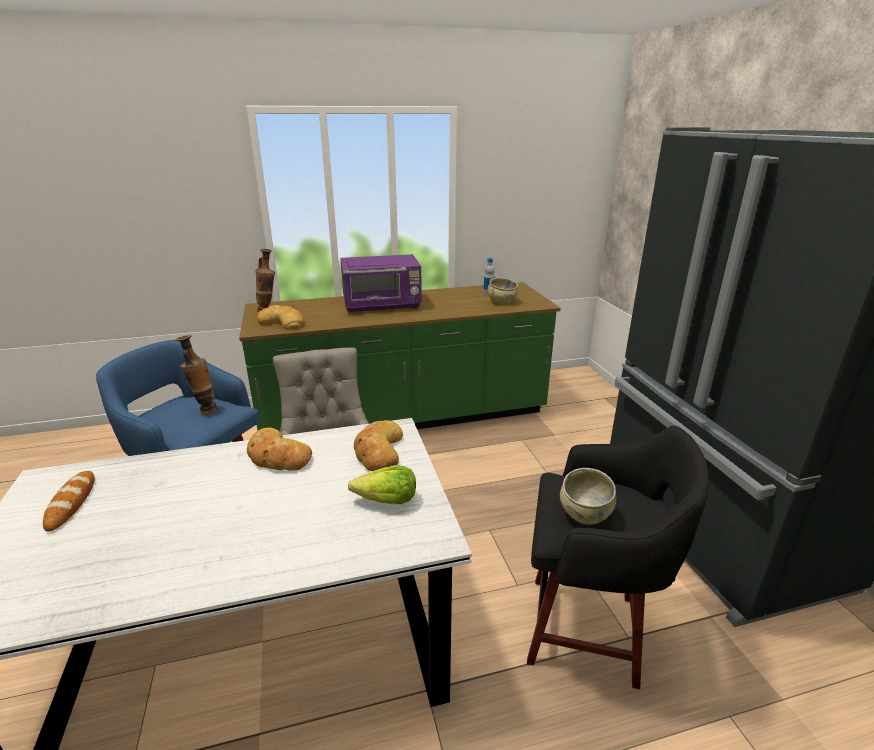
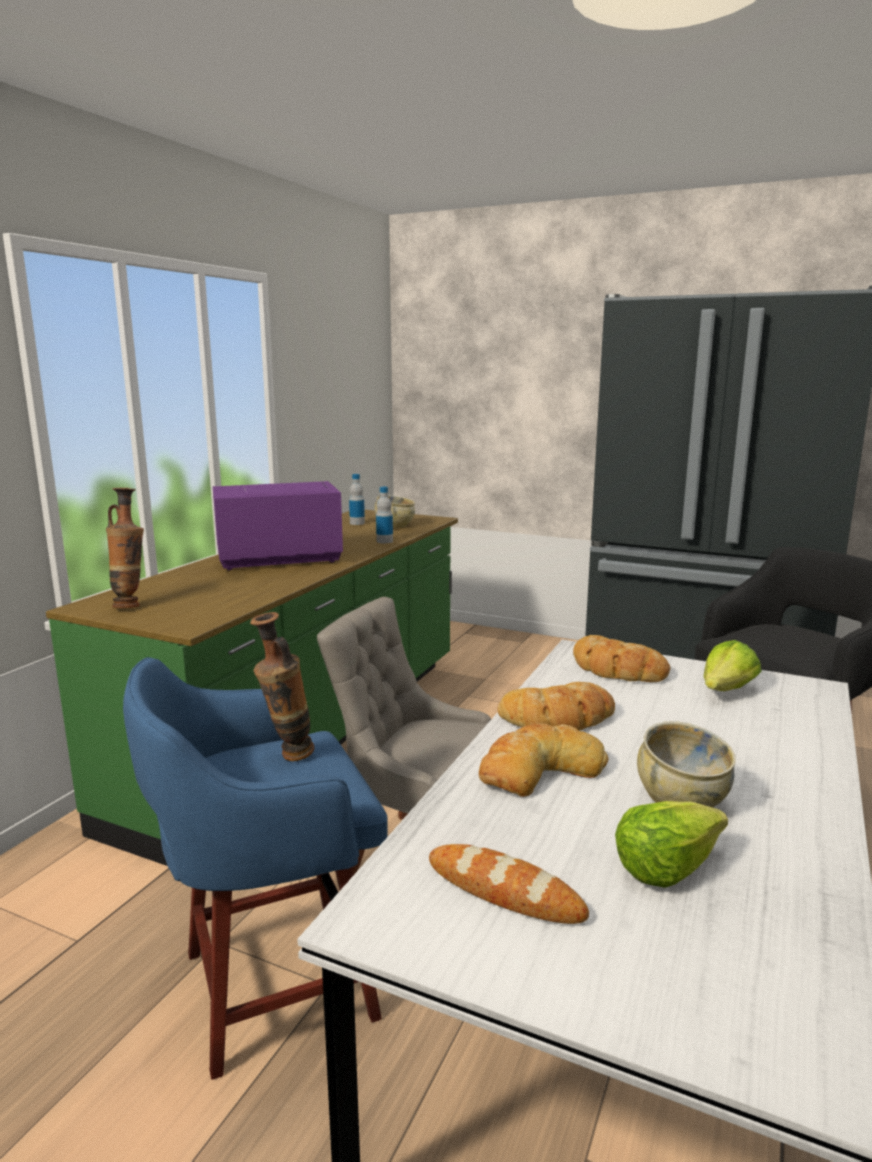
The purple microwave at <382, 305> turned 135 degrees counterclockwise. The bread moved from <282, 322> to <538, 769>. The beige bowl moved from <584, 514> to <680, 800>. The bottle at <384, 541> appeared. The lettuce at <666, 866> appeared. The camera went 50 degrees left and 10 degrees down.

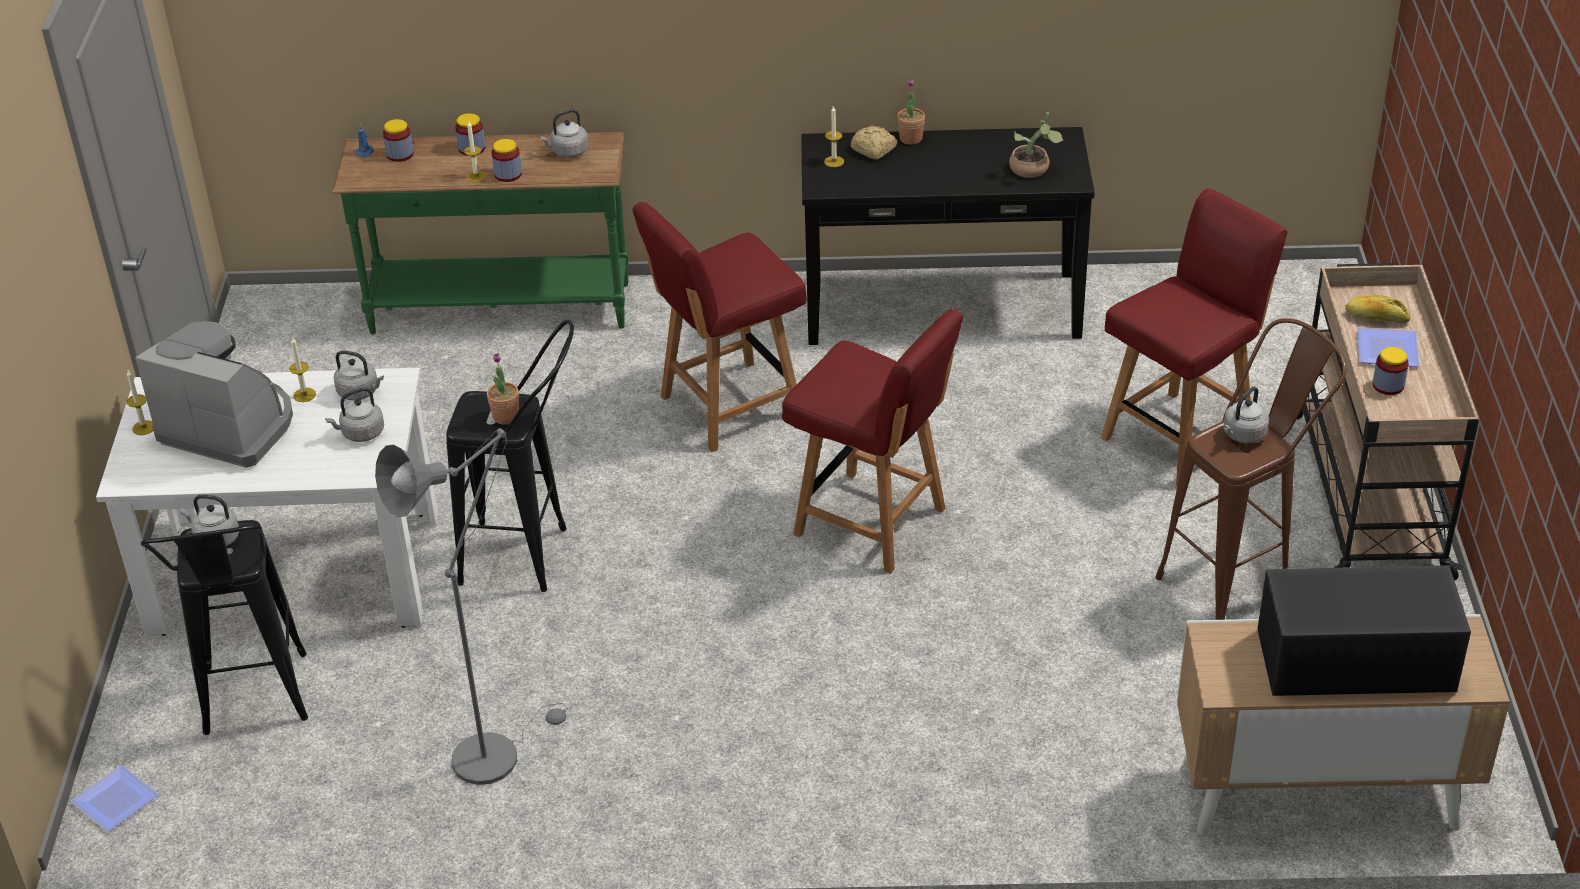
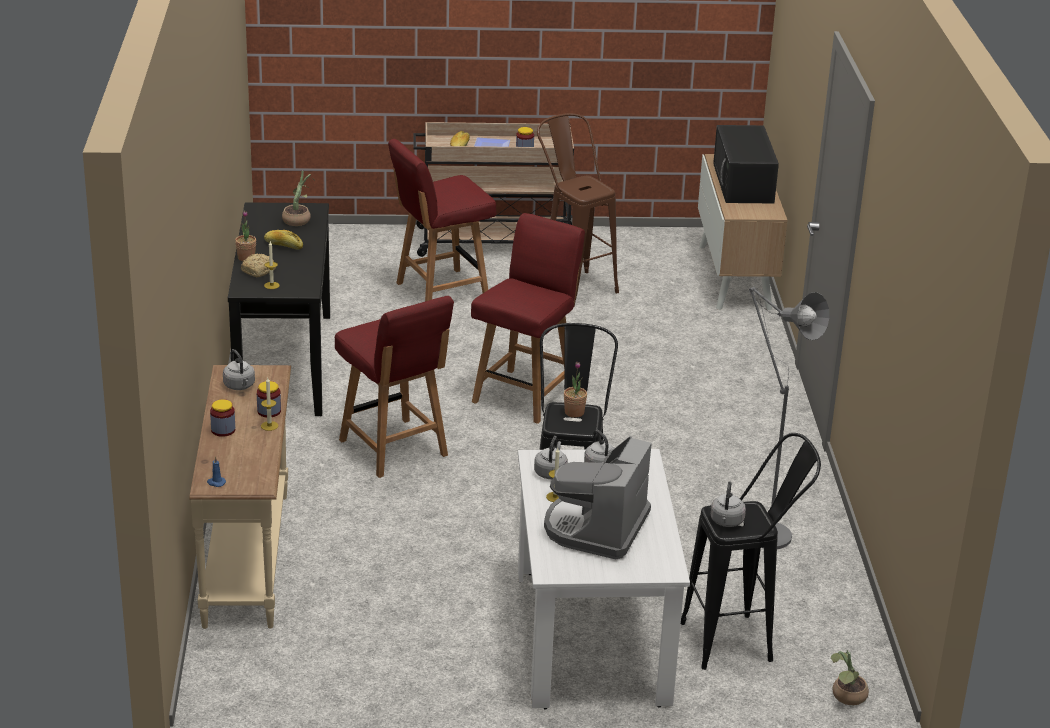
The jar at <400, 154> disappeared. The green console table at <500, 310> became the beige console table at <249, 559>. The red chair at <1180, 438> turned 75 degrees counterclockwise. The candle at <144, 427> disappeared. The grey kettle at <1243, 435> disappeared. The plate at <112, 801> was replaced by the potted plant at <846, 697>. The bread at <283, 245> appeared. The camera went 95 degrees left and 10 degrees down.

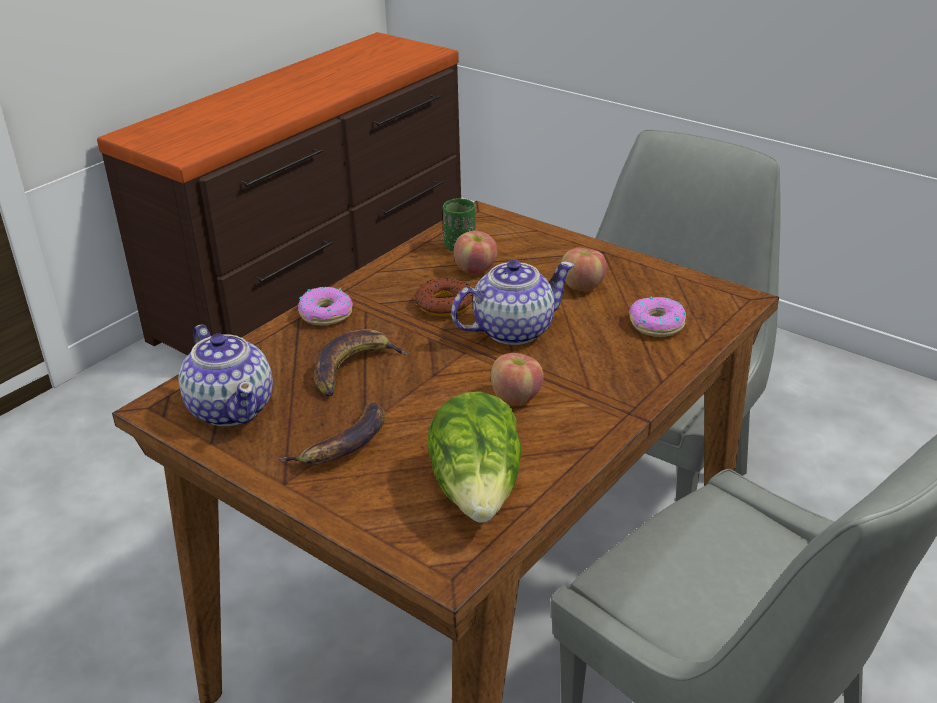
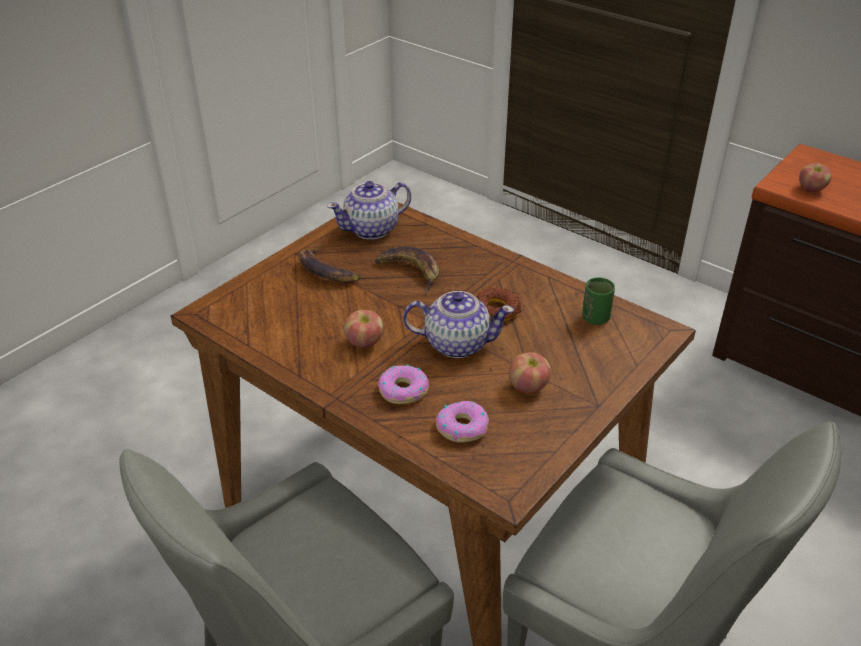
The apple moved from <475, 269> to <811, 189>. The teapot at <512, 330> turned 60 degrees counterclockwise. The donut moved from <326, 314> to <403, 391>. The lettuce at <478, 489> disappeared. The camera went 90 degrees right and 5 degrees up.

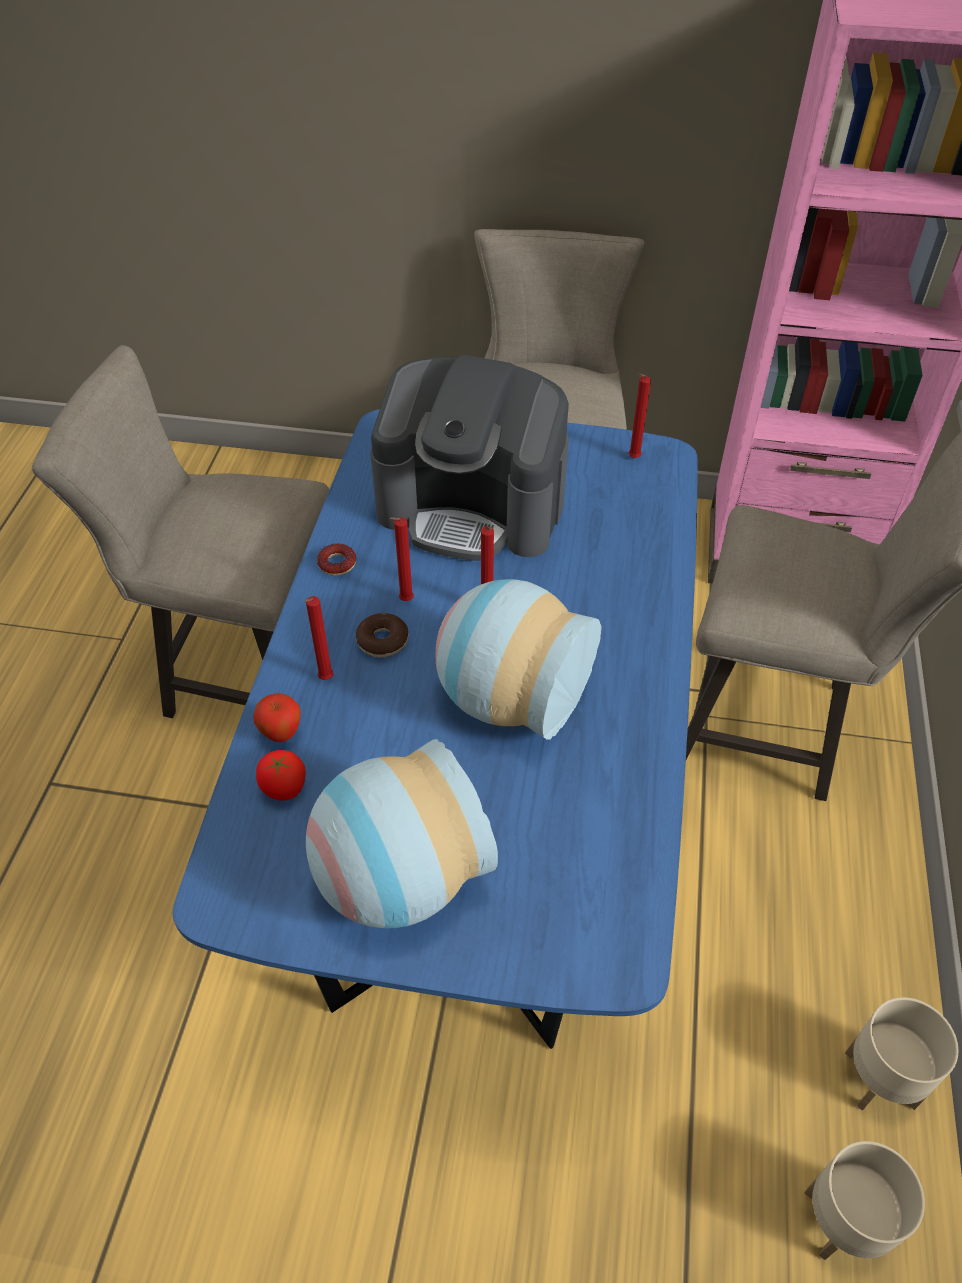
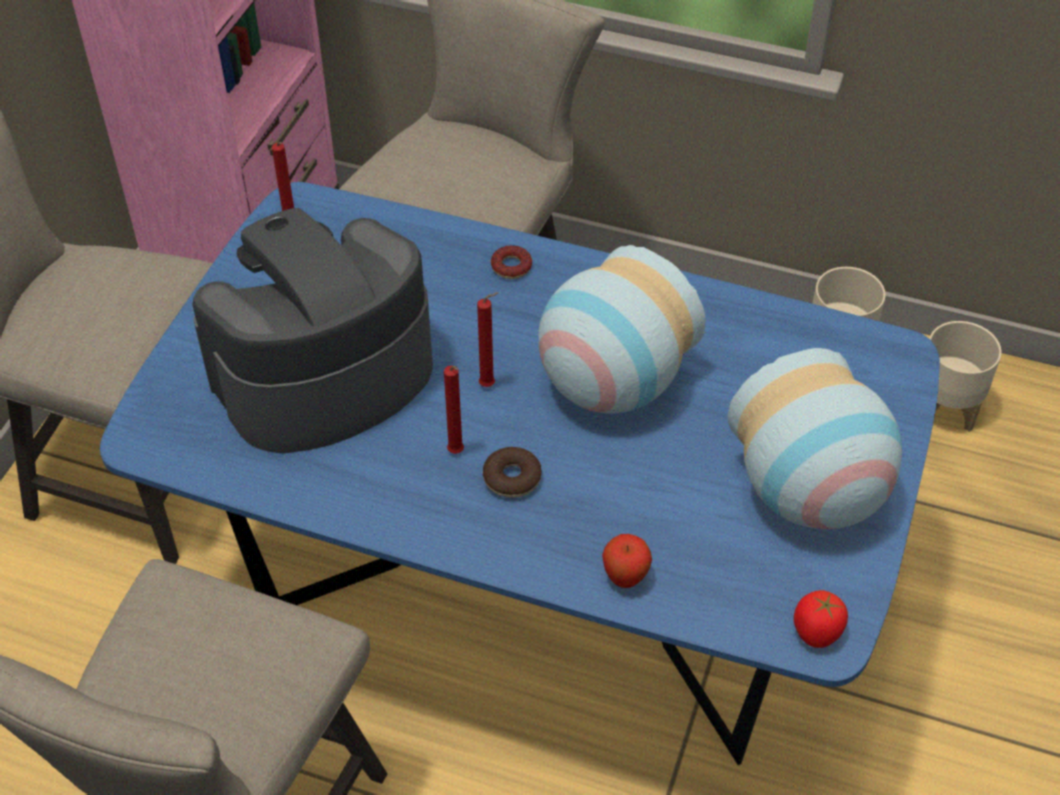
The coffee machine at <473, 506> turned 150 degrees counterclockwise. The donut moved from <337, 563> to <511, 266>. The red candle at <324, 680> disappeared. The tomato moved from <283, 788> to <816, 633>. The camera went 80 degrees left and 0 degrees up.

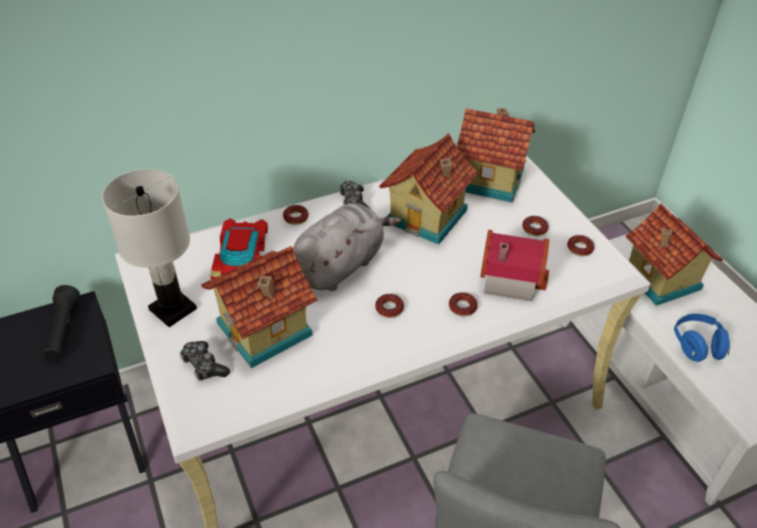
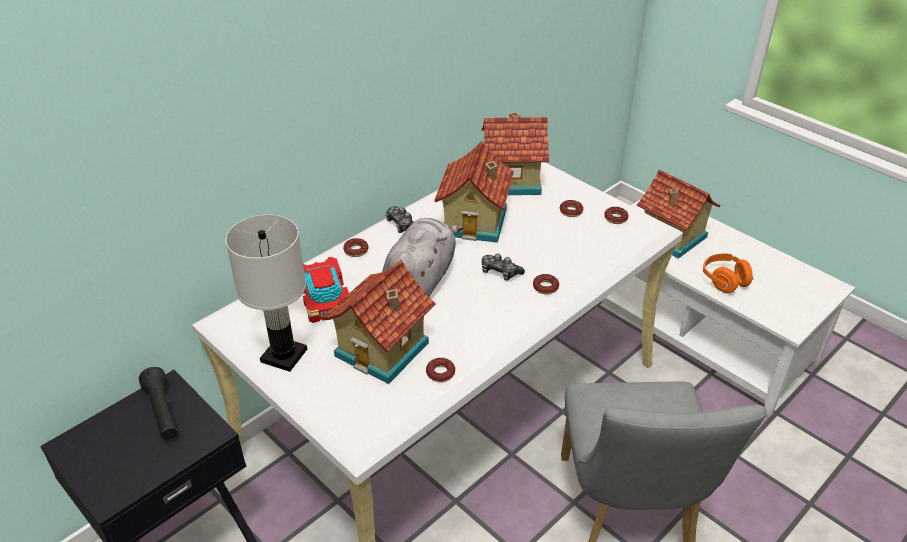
The toy house at <509, 277> disappeared. The donut moved from <389, 308> to <440, 373>. The blue headphones at <697, 345> became the orange headphones at <724, 281>. The game controller moved from <204, 366> to <500, 272>. The camera went 20 degrees left and 5 degrees down.

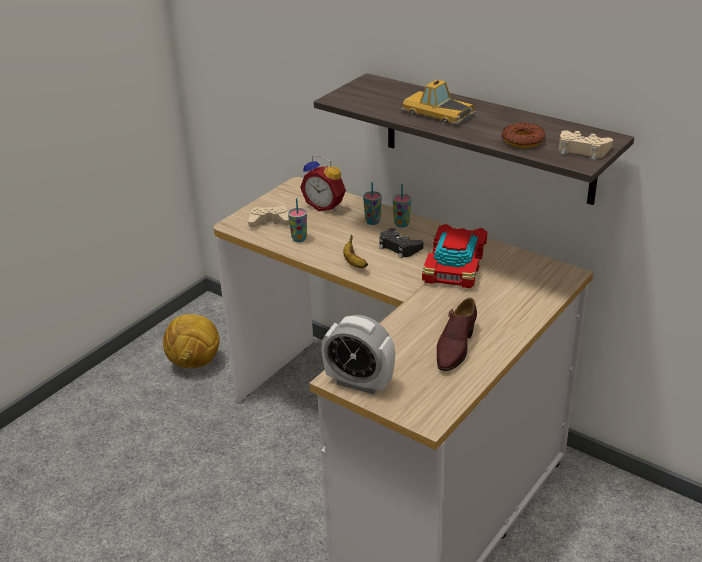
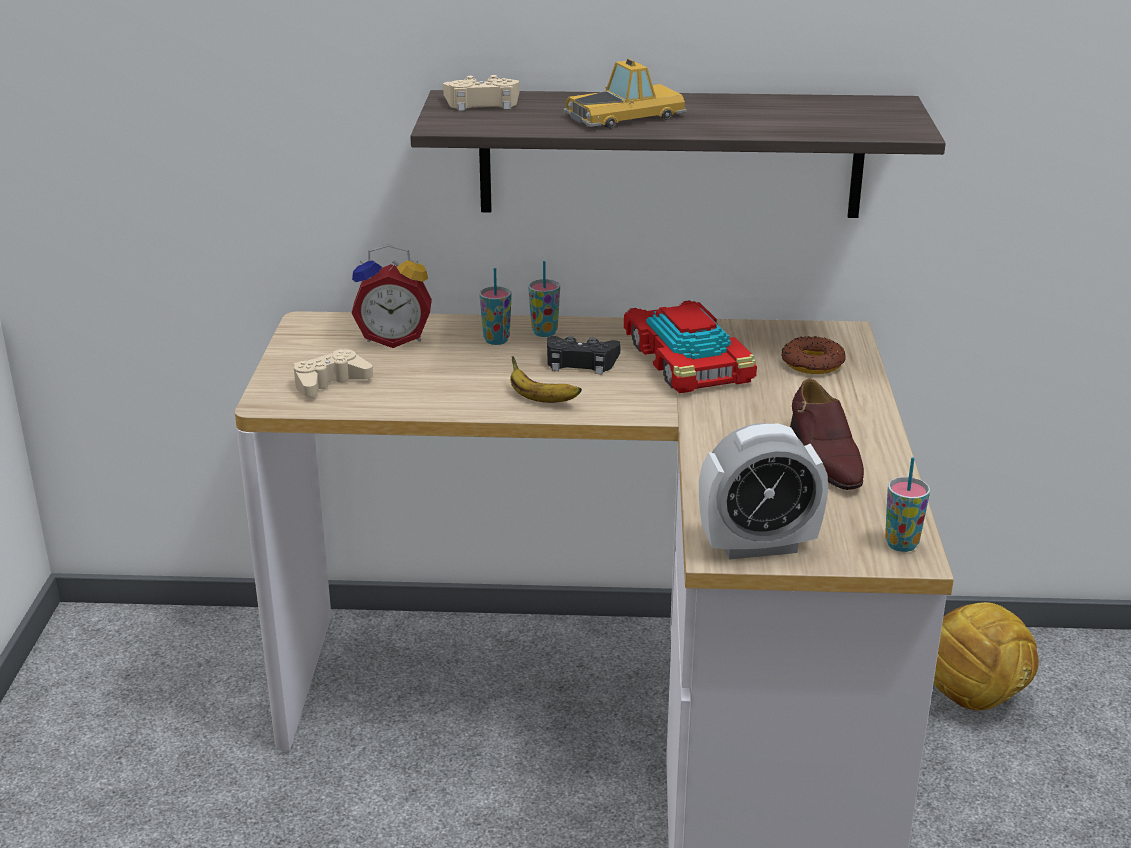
The toy car at <437, 113> turned 150 degrees clockwise. The donut moved from <522, 141> to <812, 363>. The beige game controller moved from <582, 150> to <482, 103>. The cup moved from <299, 239> to <901, 544>. The football moved from <195, 363> to <975, 698>. The camera went 35 degrees left and 5 degrees down.

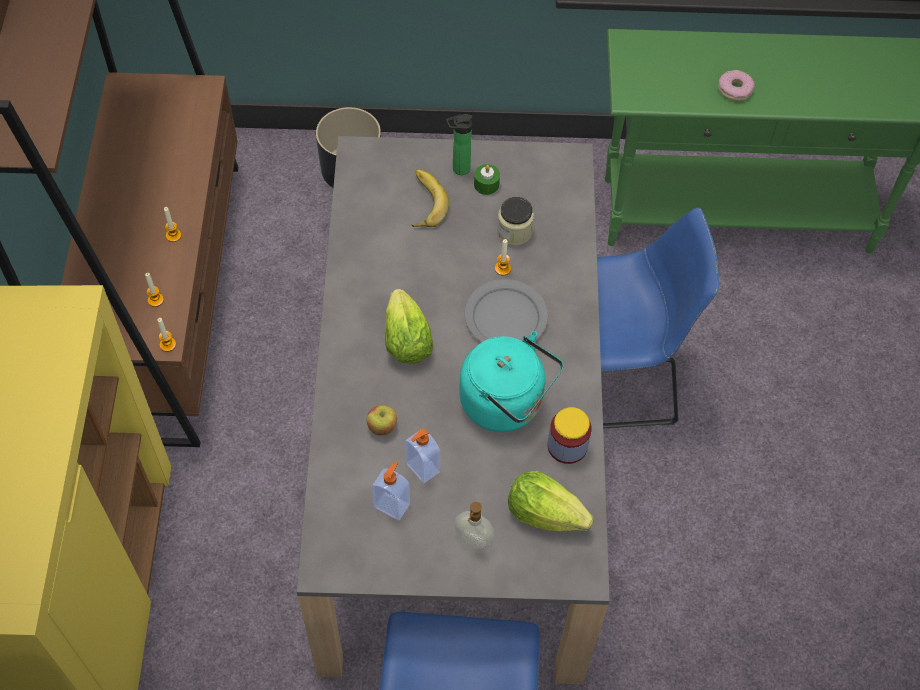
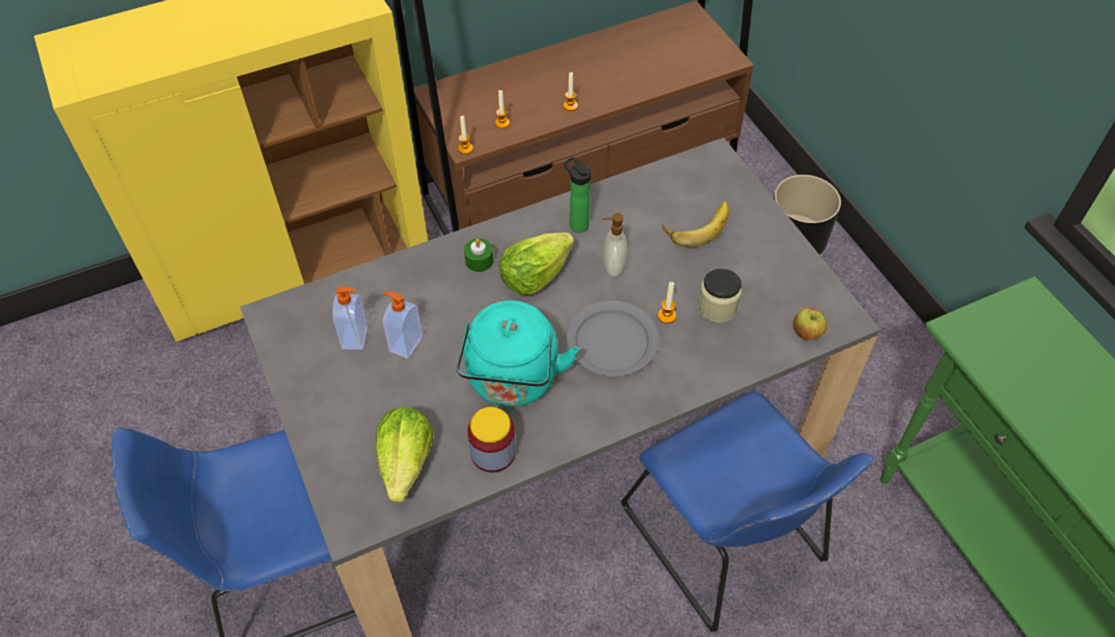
The donut at <735, 89> disappeared. The bottle moved from <458, 169> to <576, 224>. The green candle moved from <486, 184> to <479, 261>. The apple moved from <382, 427> to <806, 333>. The soap dispenser moved from <472, 540> to <612, 267>. The camera went 65 degrees right and 5 degrees down.

